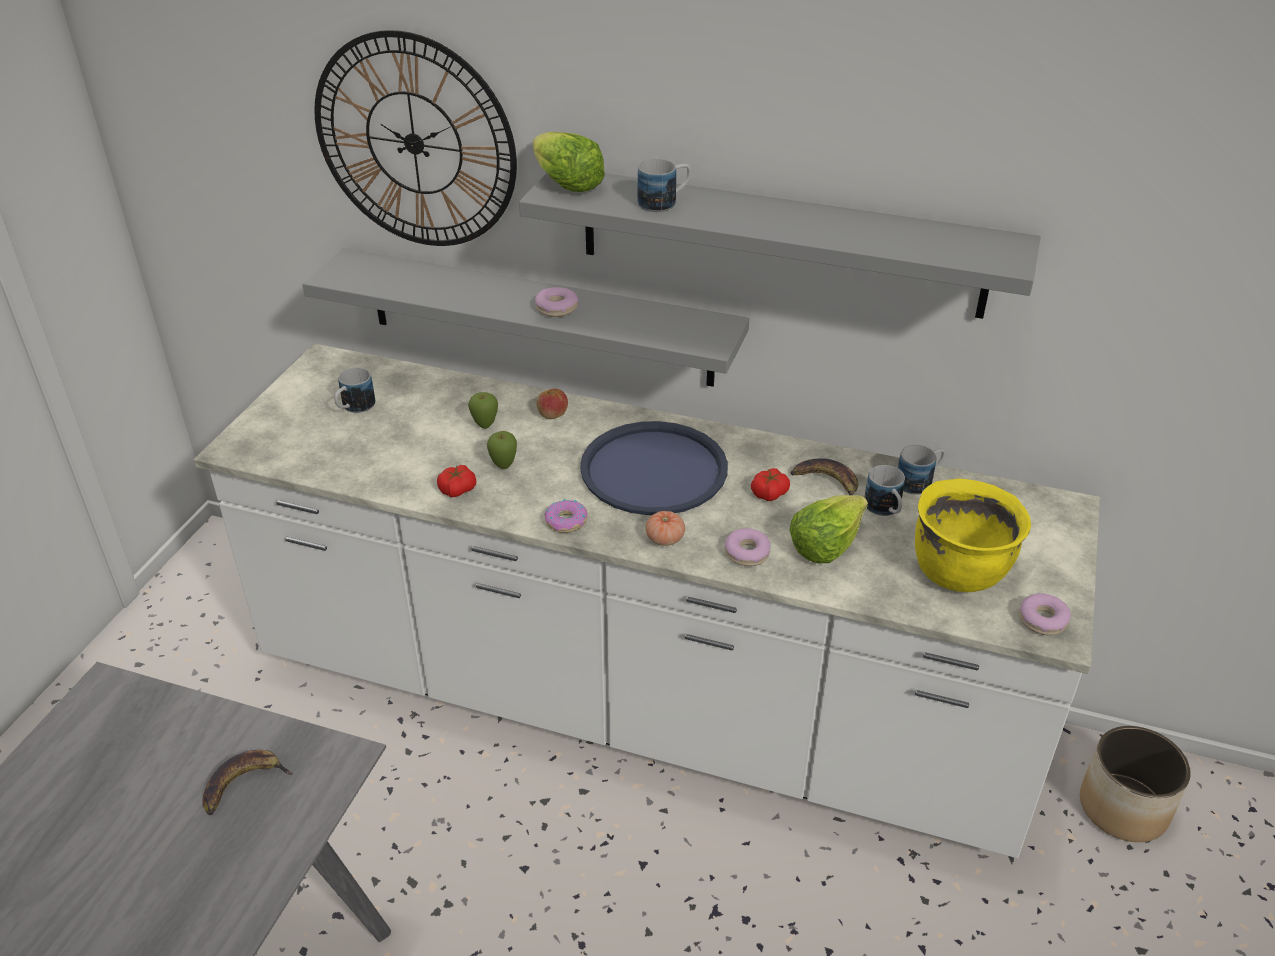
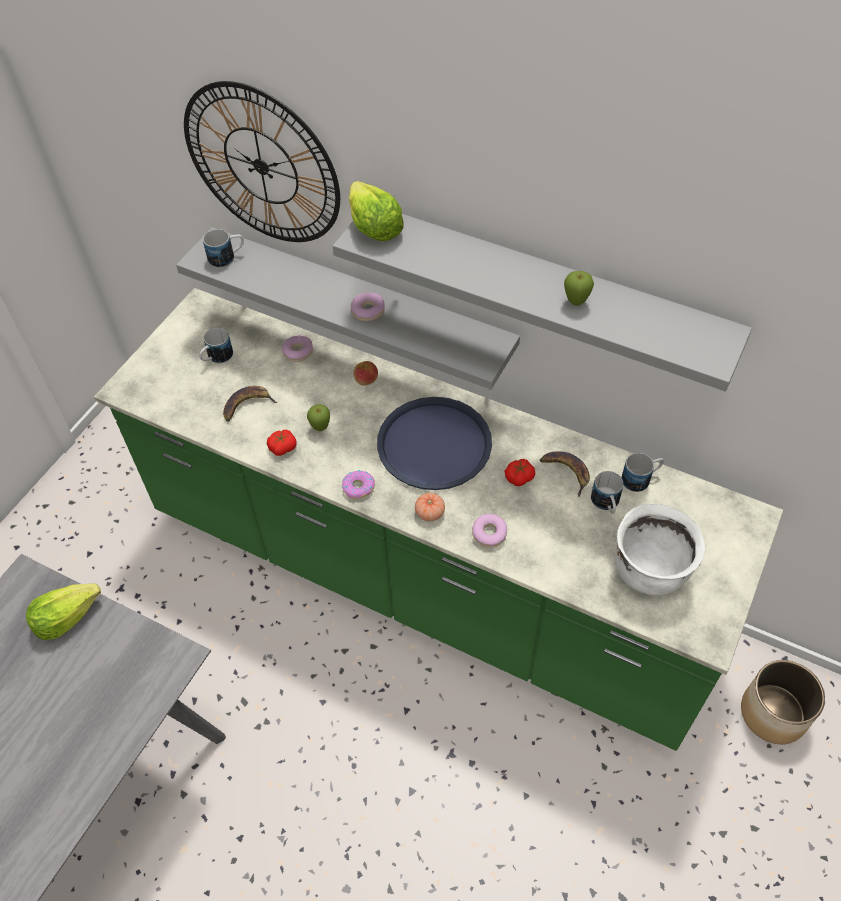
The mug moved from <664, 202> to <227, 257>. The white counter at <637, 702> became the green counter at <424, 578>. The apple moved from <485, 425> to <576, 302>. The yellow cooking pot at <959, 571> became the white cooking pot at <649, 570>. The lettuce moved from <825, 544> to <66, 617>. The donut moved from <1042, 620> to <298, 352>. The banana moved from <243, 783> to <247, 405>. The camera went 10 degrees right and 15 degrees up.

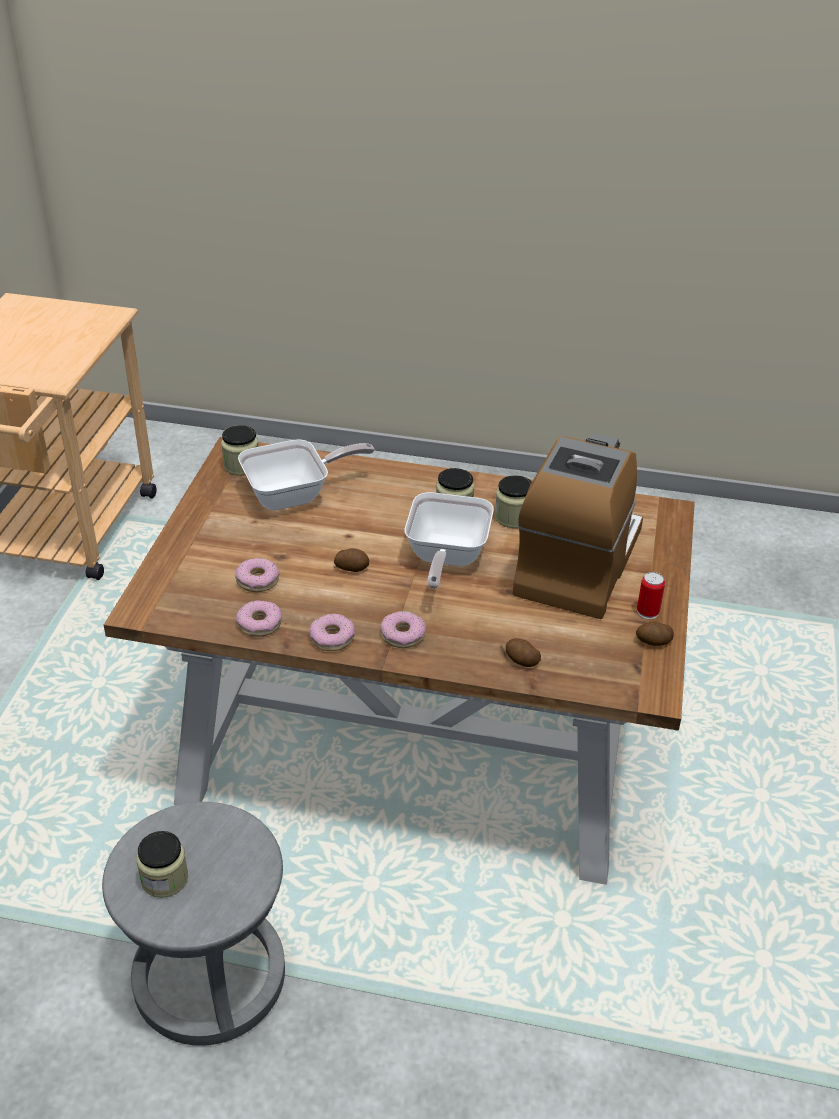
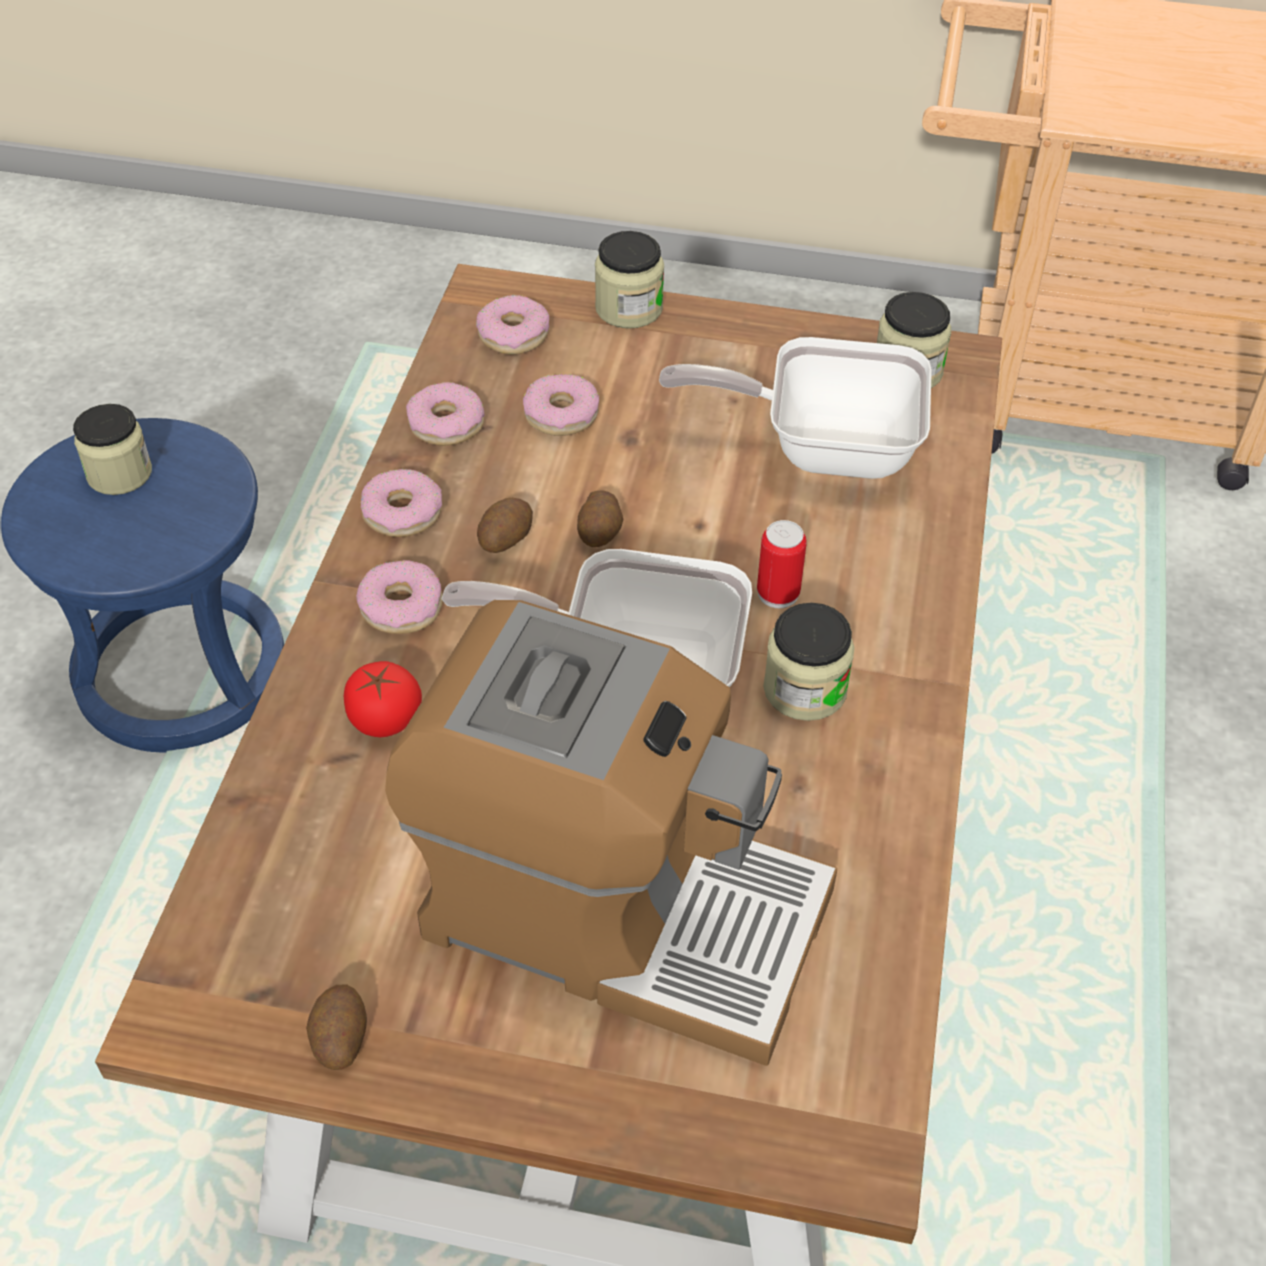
The frying pan at <295, 495> turned 120 degrees clockwise. The jar moved from <513, 517> to <629, 308>. The can moved from <647, 612> to <778, 593>. The potato moved from <521, 661> to <504, 538>. The grey stool at <210, 976> became the blue stool at <182, 672>. The donut at <513, 335> appeared. The tomato at <385, 719> appeared. The camera went 90 degrees right and 10 degrees up.

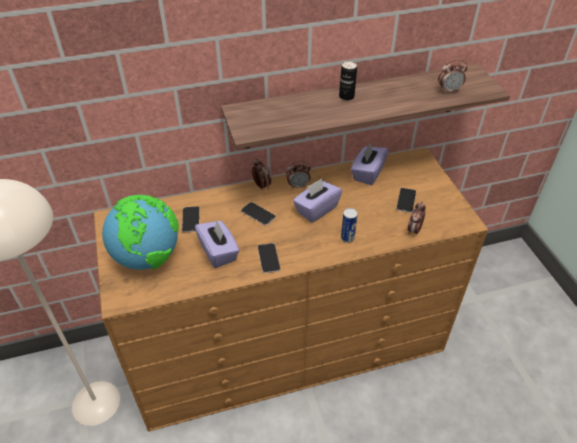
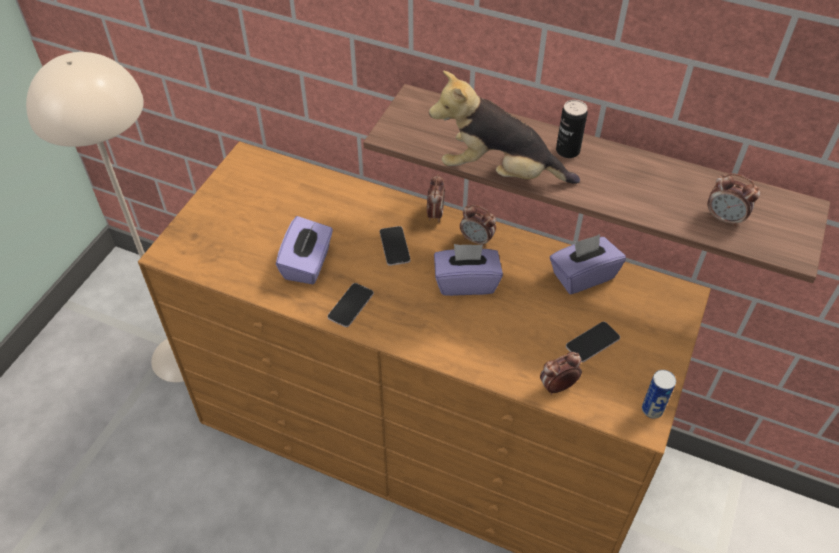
The globe at <148, 257> disappeared. The phone at <191, 219> disappeared. The can moved from <347, 238> to <652, 409>. The plush toy at <499, 172> appeared. The camera went 40 degrees right and 5 degrees up.

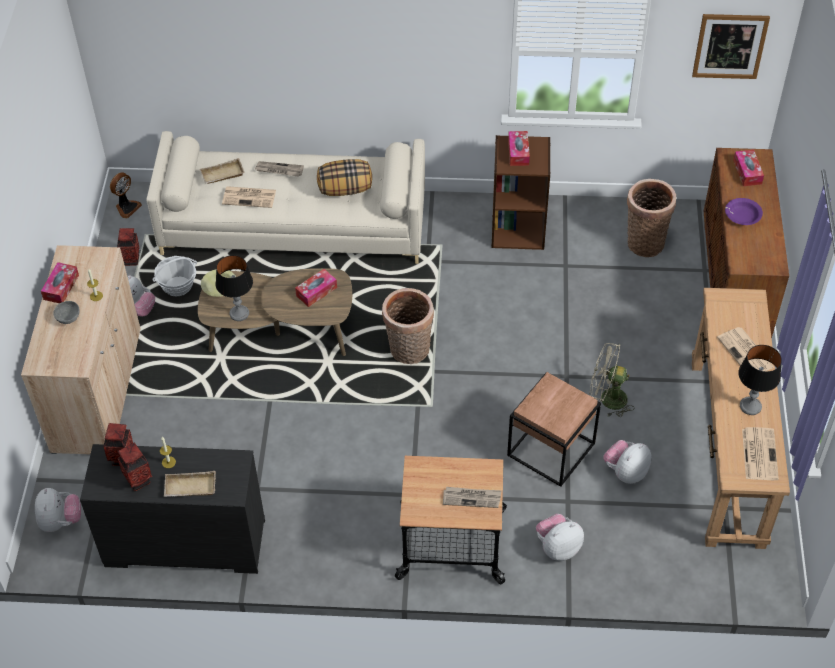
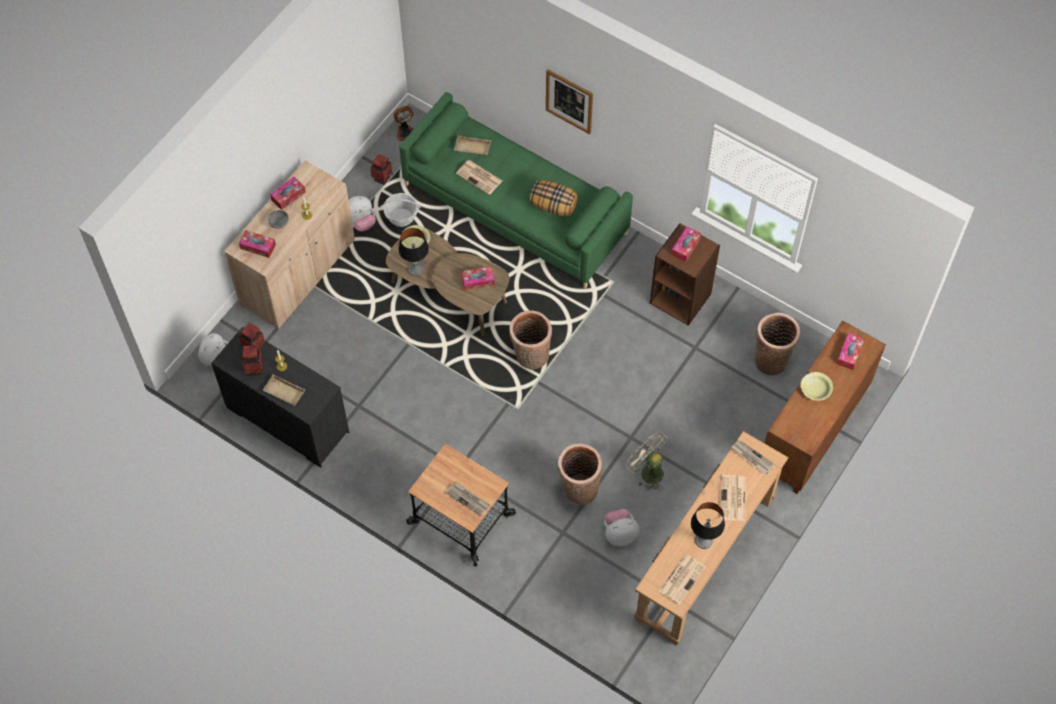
The picture moved from <730, 46> to <569, 101>. The beige sofa at <294, 225> became the green sofa at <516, 209>. The newspaper moved from <279, 170> to <752, 457>. The purple bowl at <742, 216> became the yellow bowl at <816, 389>. The brown side table at <551, 450> was replaced by the basket at <578, 488>. The plush toy at <558, 547> disappeared. The tissue box at <258, 246> appeared. The camera went 30 degrees right and 10 degrees up.

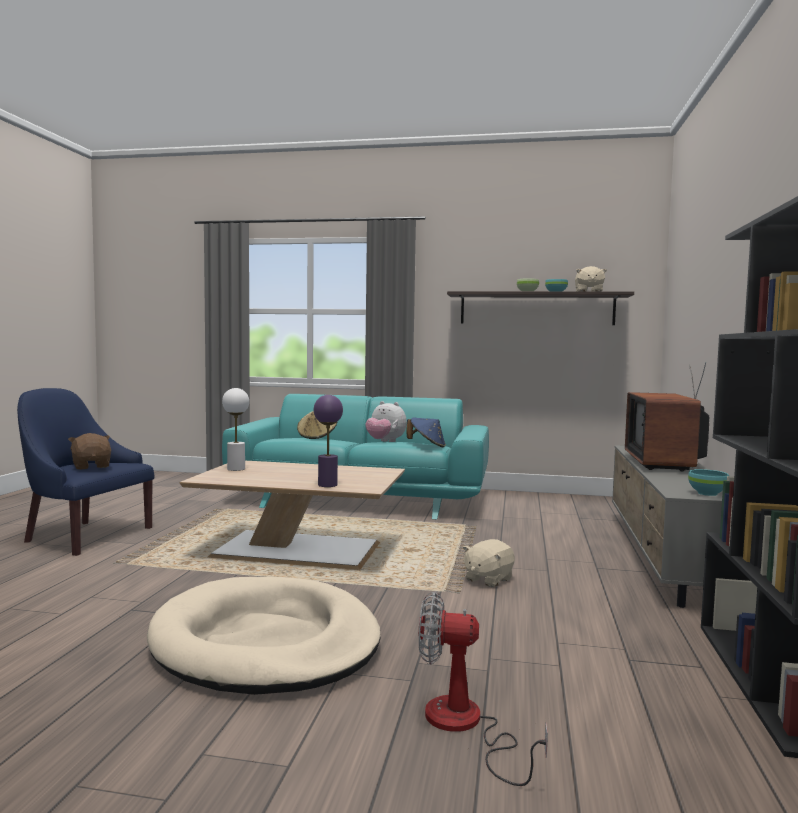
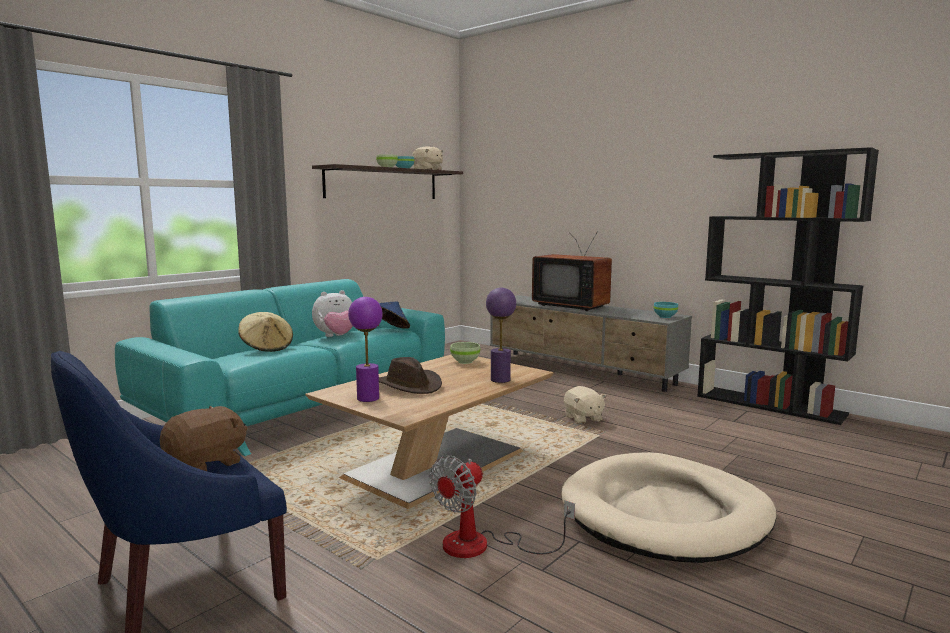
The white table lamp at <236, 469> became the purple table lamp at <367, 398>. The brown plush toy at <92, 466> turned 135 degrees clockwise. The fan moved from <465, 726> to <482, 545>. The green bowl at <465, 362> appeared. The brown hat at <408, 386> appeared. The camera went 60 degrees left and 5 degrees up.

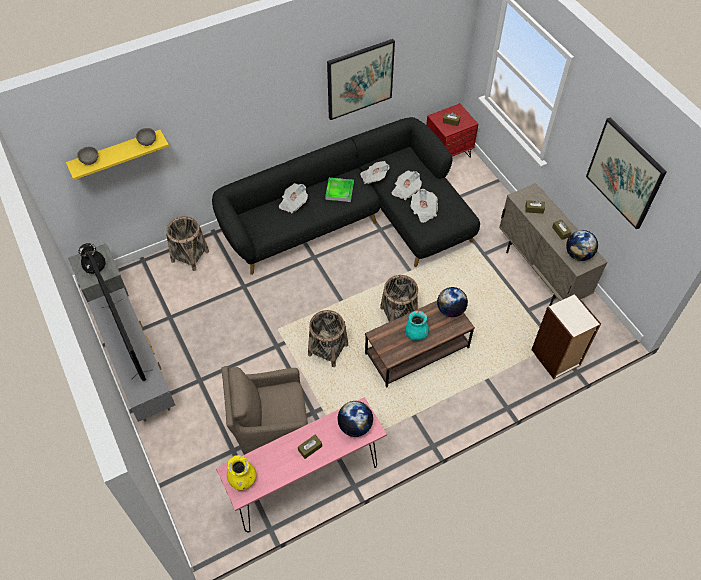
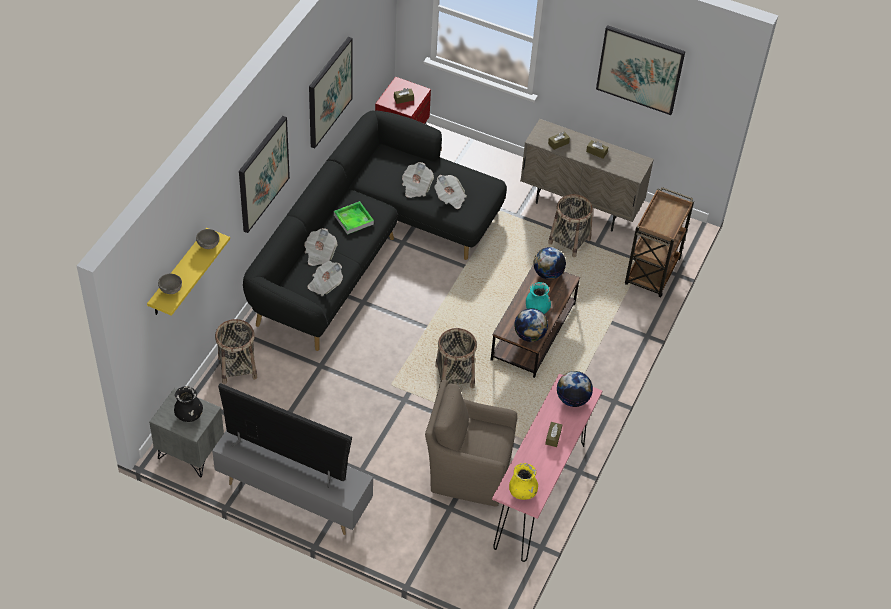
The newspaper moved from <374, 177> to <325, 284>. The globe moved from <578, 254> to <529, 335>. The basket moved from <398, 315> to <569, 241>. The bookcase at <555, 358> was replaced by the brown cart at <652, 273>. The brown armchair at <271, 430> turned 60 degrees clockwise. The picture at <262, 173> appeared. The camera went 40 degrees left and 5 degrees down.

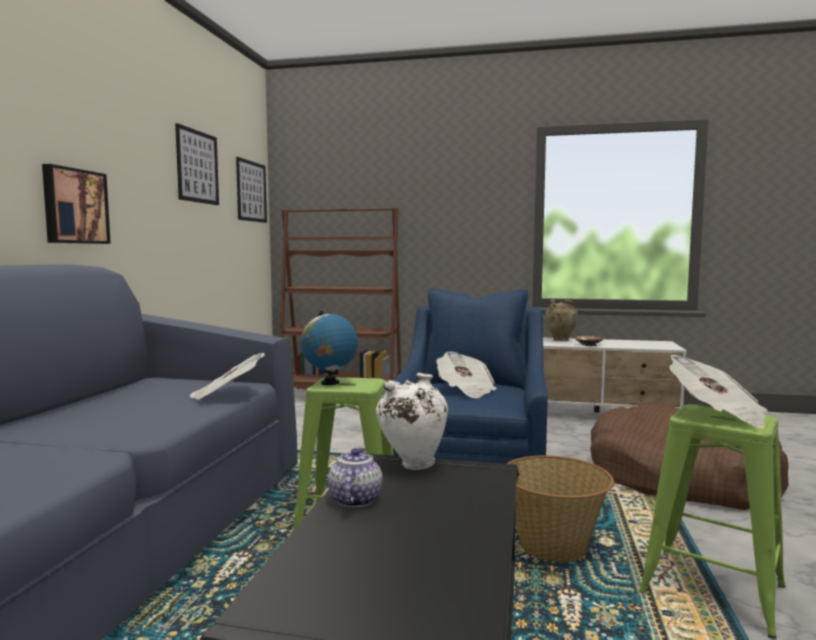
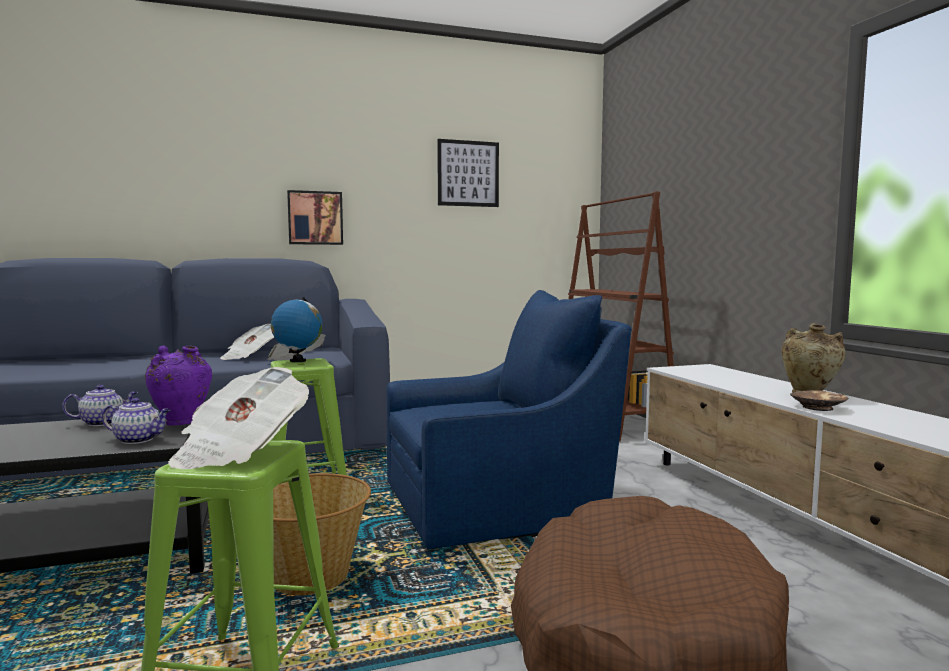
The picture at <251, 191> disappeared. The newspaper moved from <465, 391> to <249, 356>. The white vase at <412, 465> became the purple vase at <181, 423>. The teapot at <139, 439> appeared. The camera went 60 degrees right and 0 degrees up.

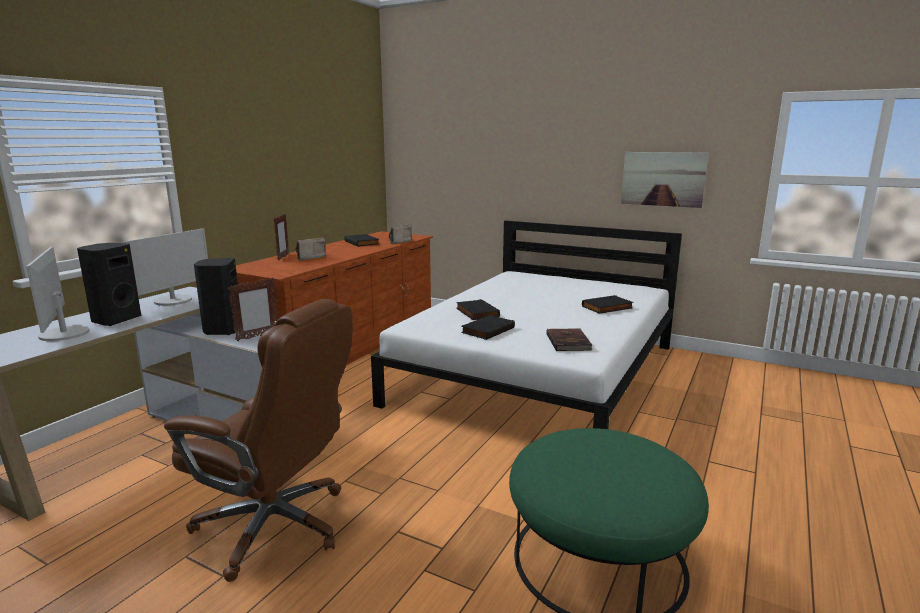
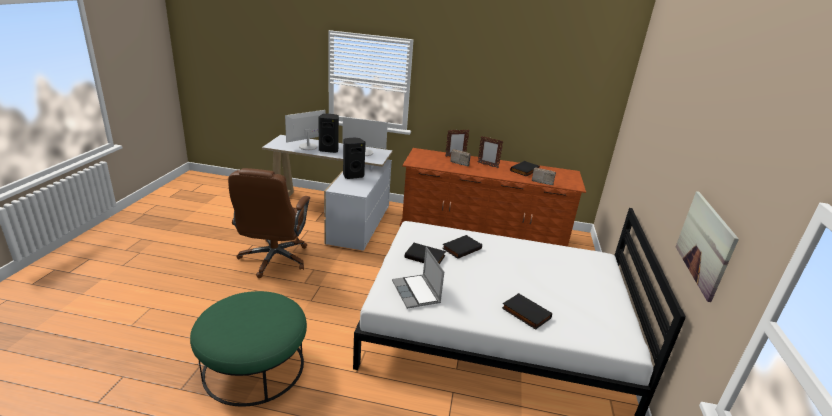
The picture frame moved from <257, 336> to <487, 165>. The brown book at <569, 342> was replaced by the laptop at <416, 292>. The camera went 70 degrees right and 10 degrees up.

